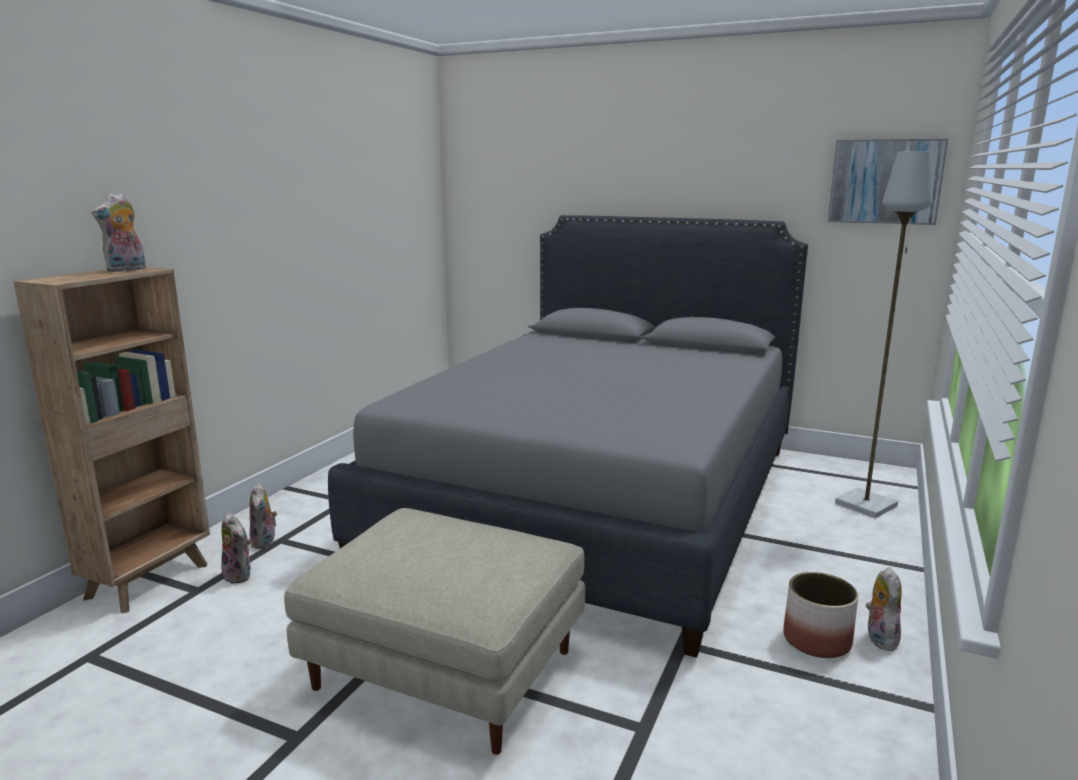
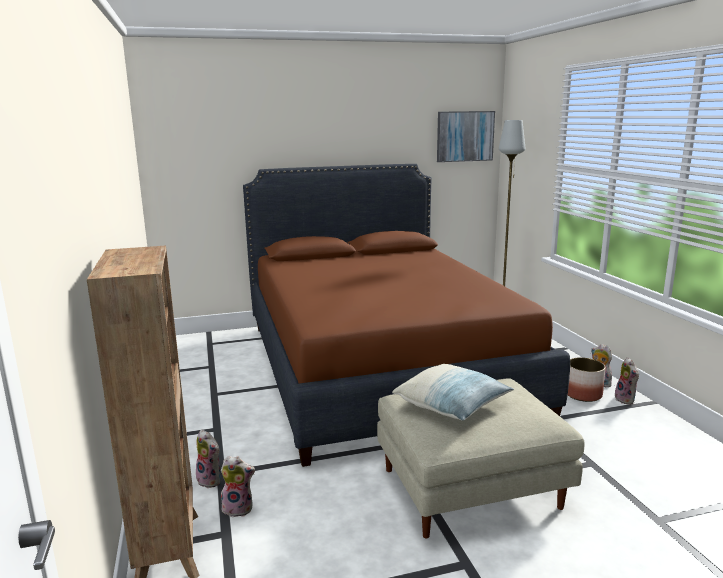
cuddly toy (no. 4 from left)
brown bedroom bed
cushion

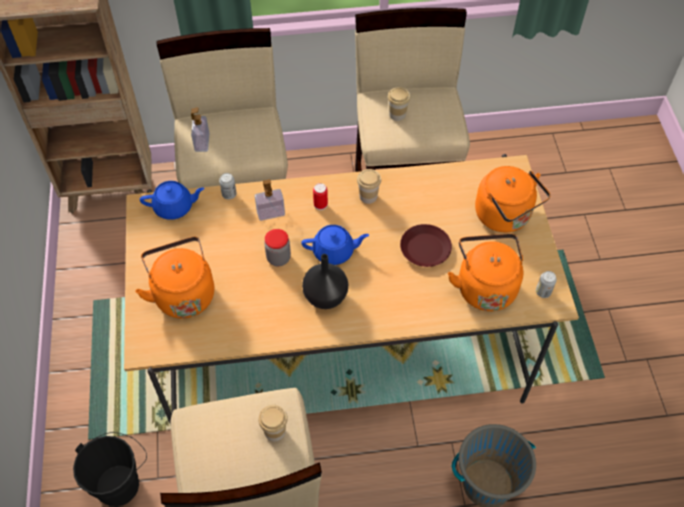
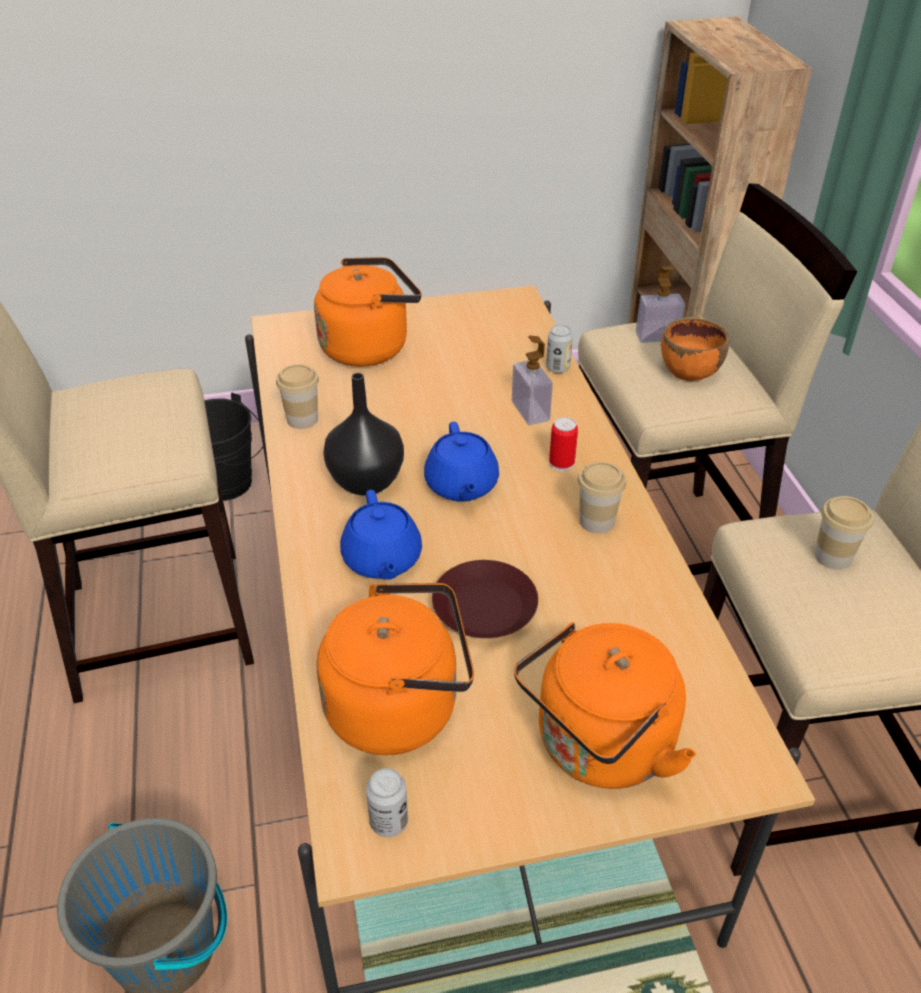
bluish tea pot (no. 1 from left)
drinking cup (no. 1 from left)
preserve jar
orange deep dish

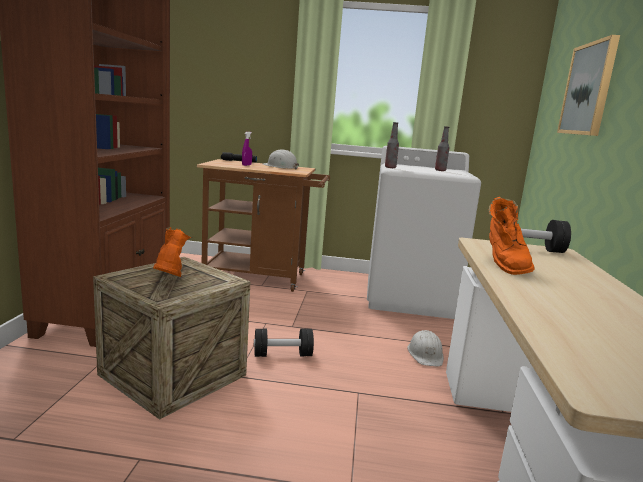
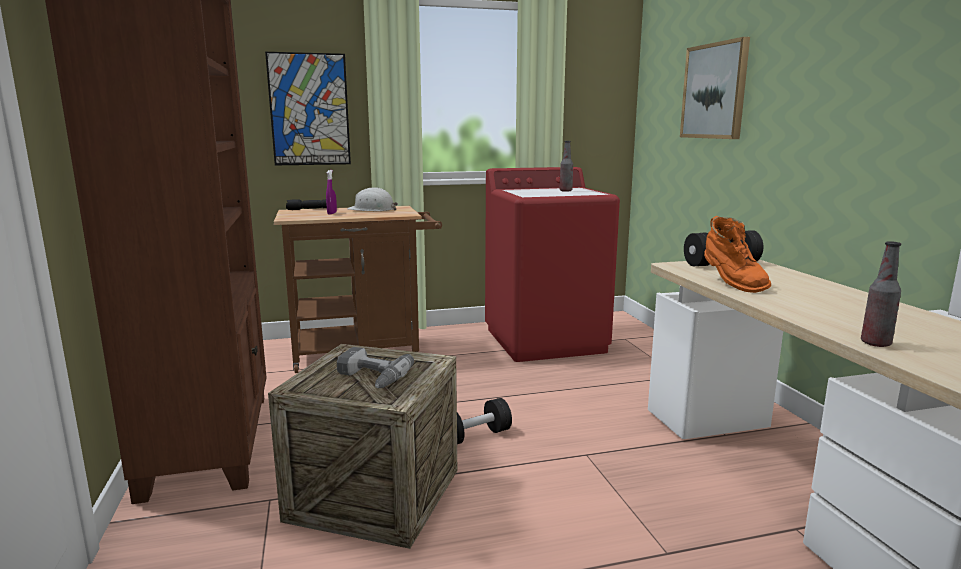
drill
red-coloured laundry machine
bottle (no. 2 from left)
white-coloured hard hat (no. 2 from left in the first image)
picture (no. 1 from left)

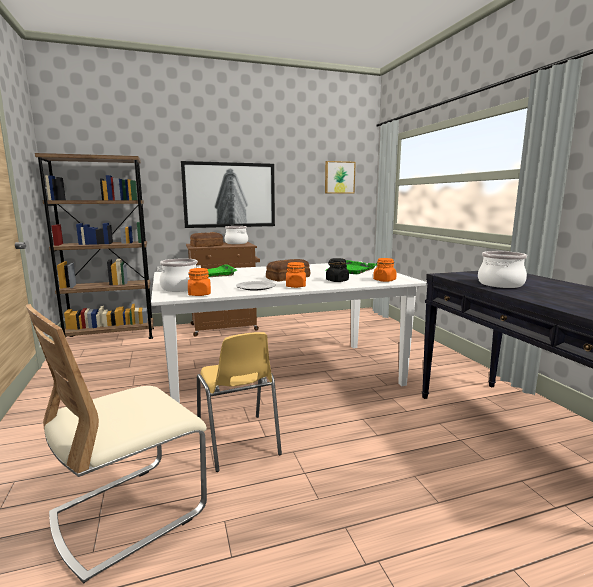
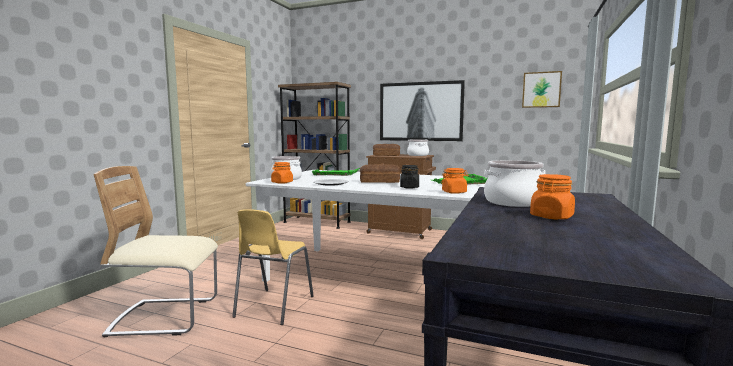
orange preserve jar (no. 3 from left)

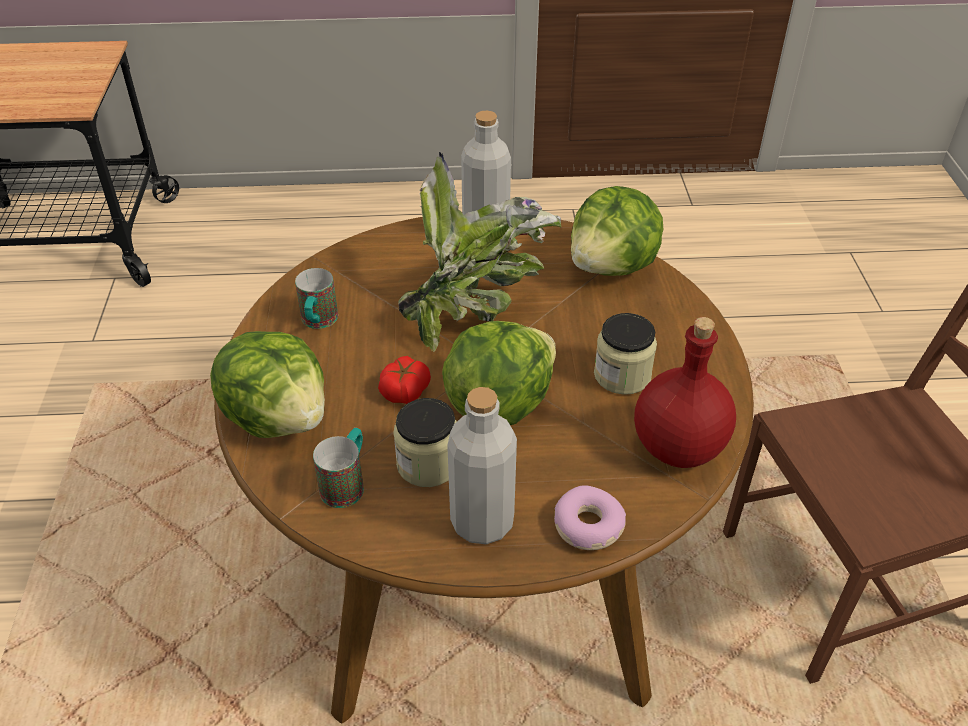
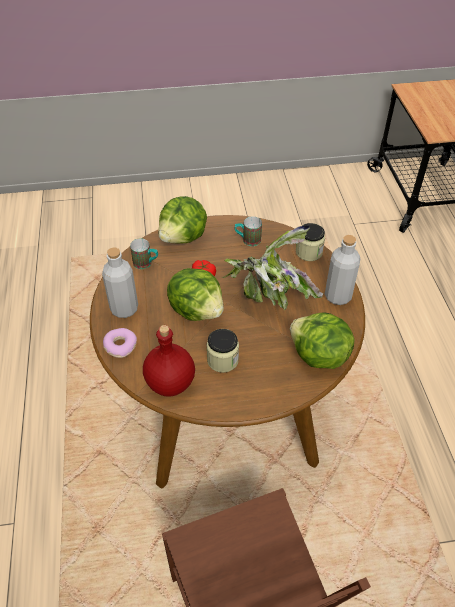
preserve jar (no. 2 from left)

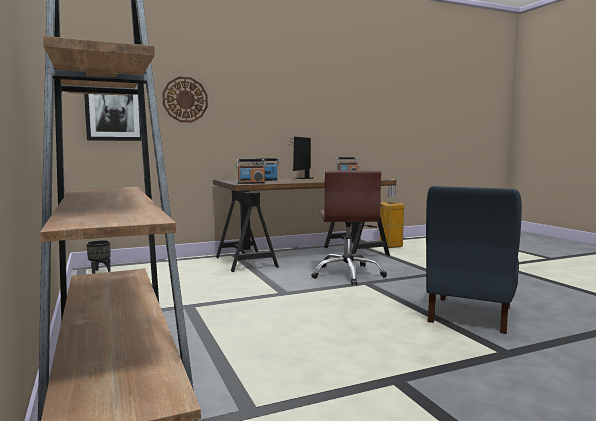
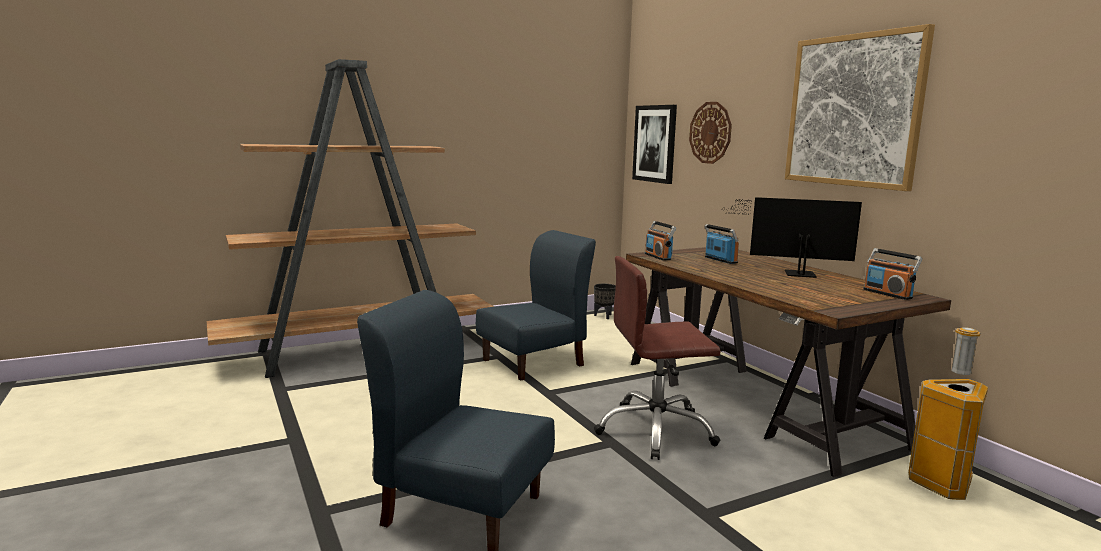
bluish upright chair (no. 2 from left)
picture (no. 2 from left)

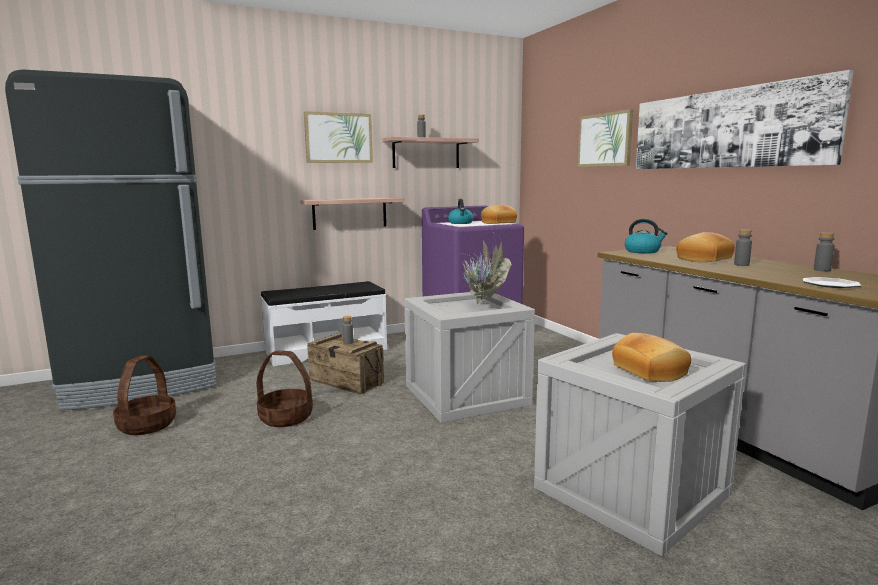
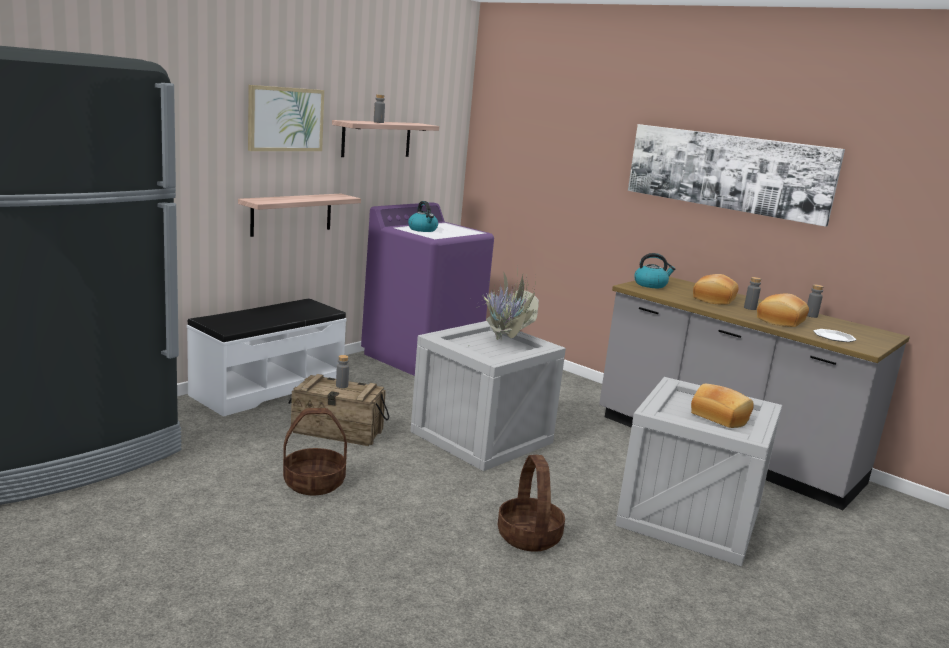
household basket (no. 2 from left)
baked bread (no. 3 from left)
picture (no. 2 from left in the first image)

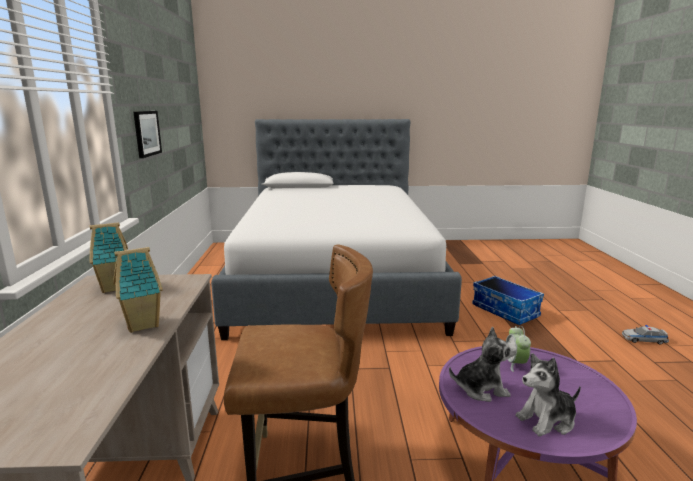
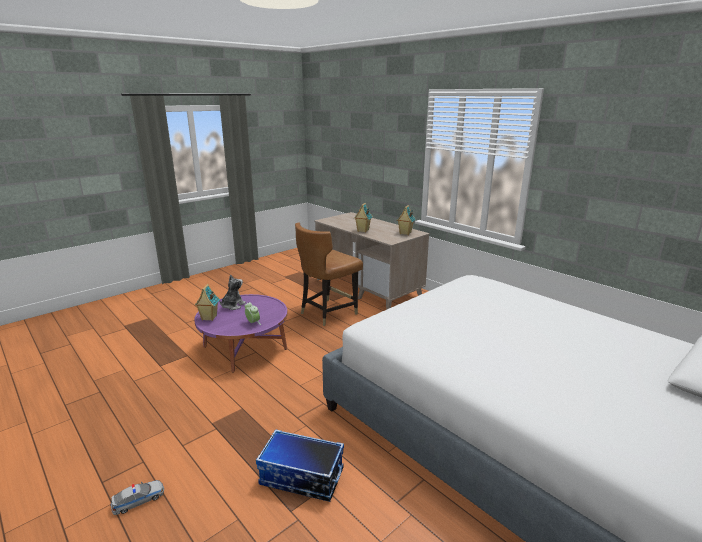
picture
cuddly toy (no. 1 from left in the first image)
miniature house (no. 1 from left)

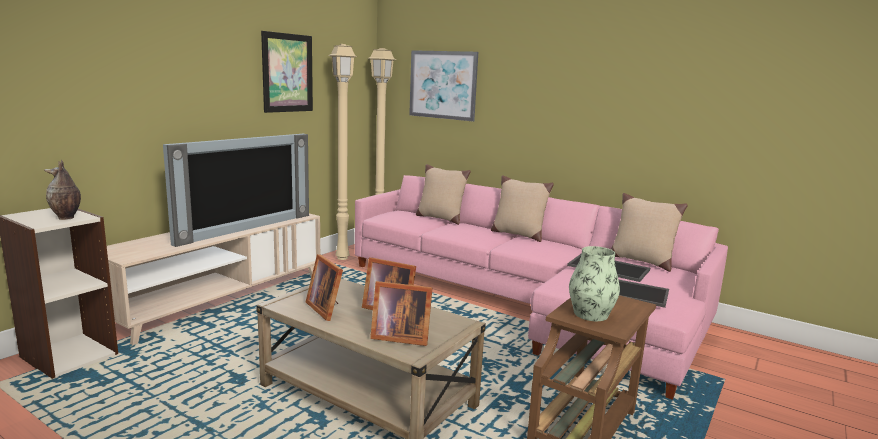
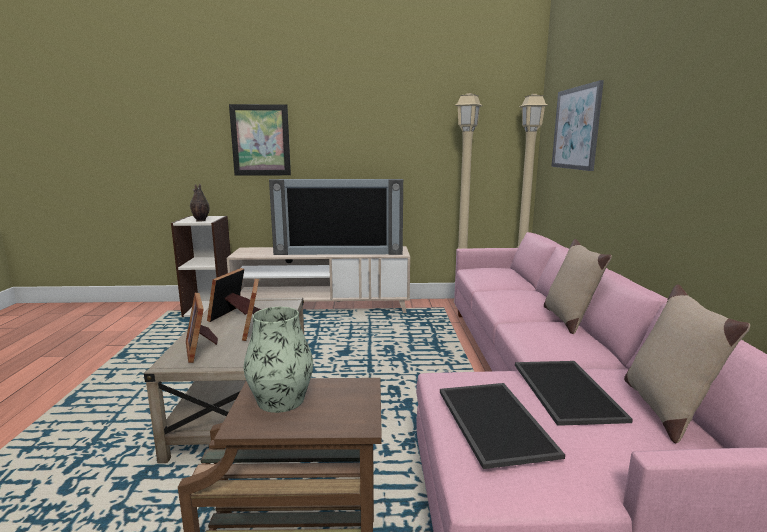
picture (no. 1 from left)
beige-coloured cushion (no. 1 from left in the first image)

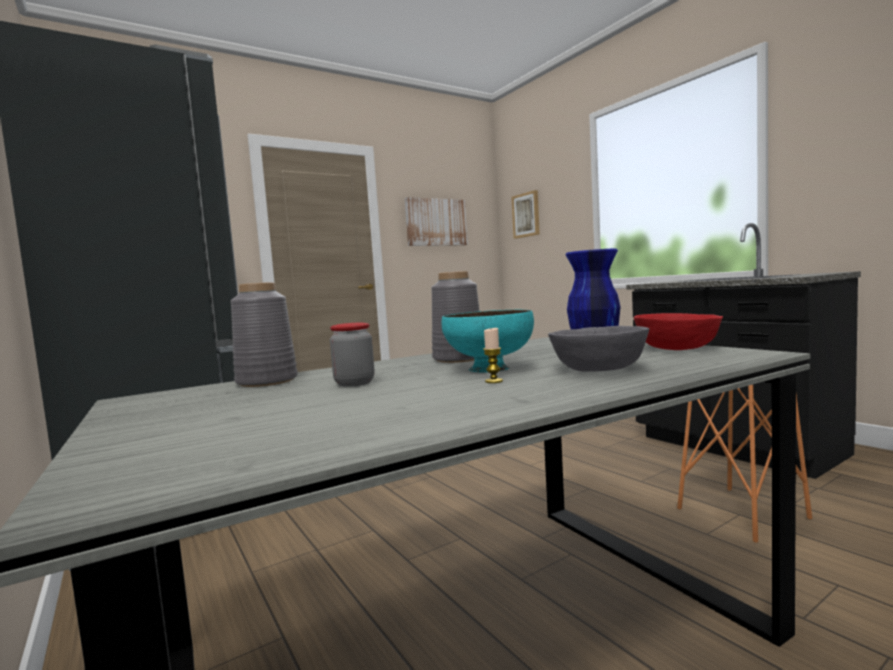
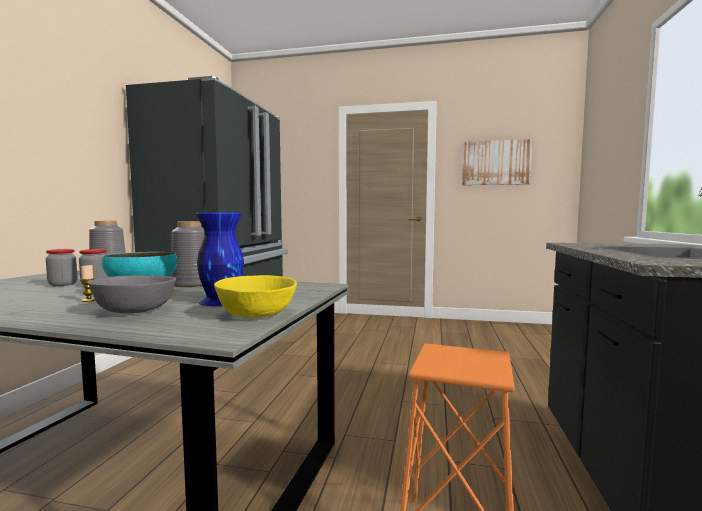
picture (no. 2 from left in the first image)
yellow-coloured deep dish
preserve jar (no. 1 from left)

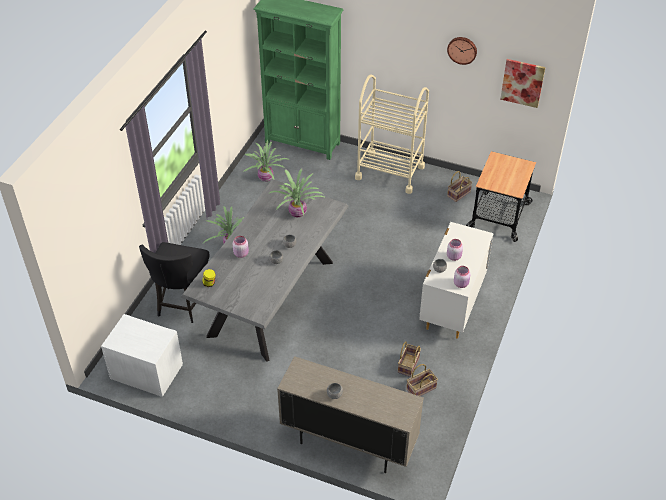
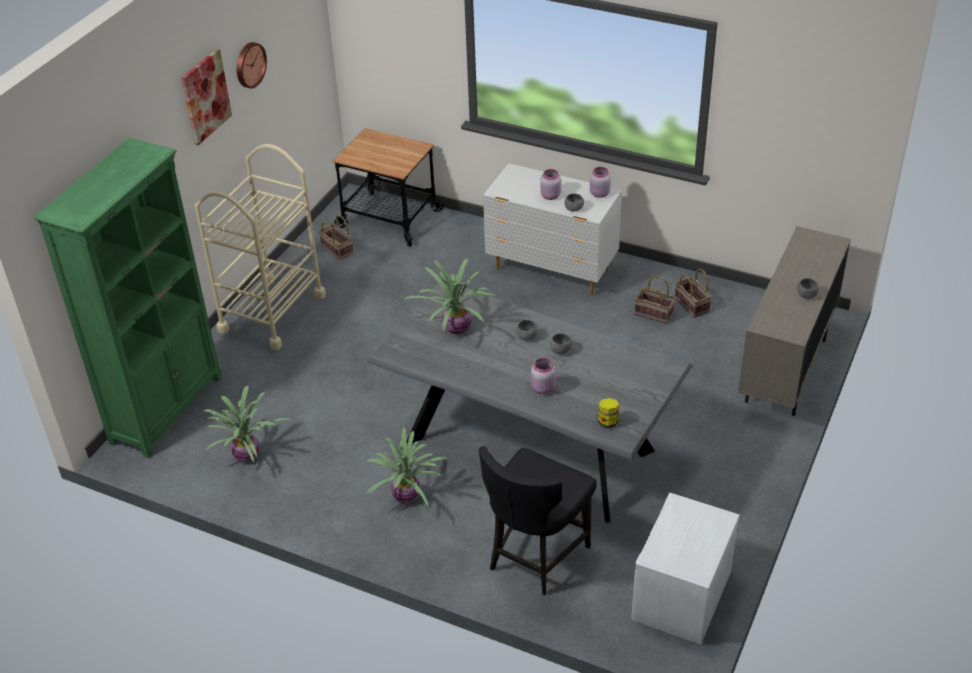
black-coloured upright chair
picture

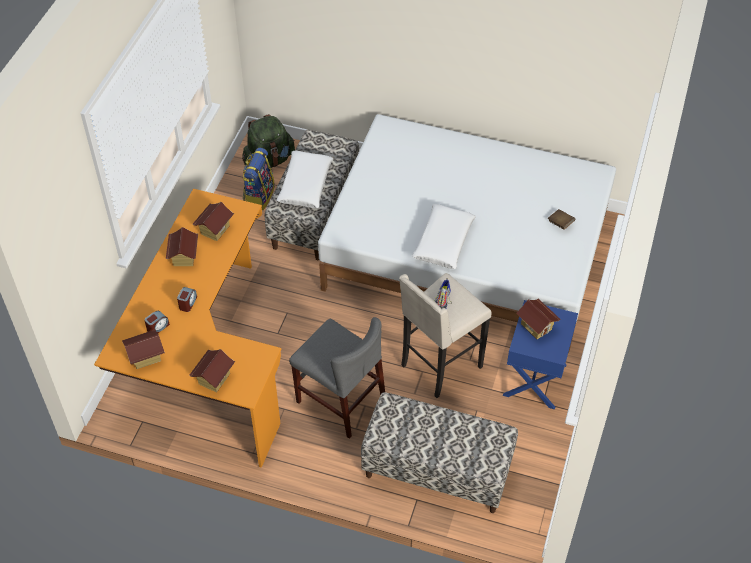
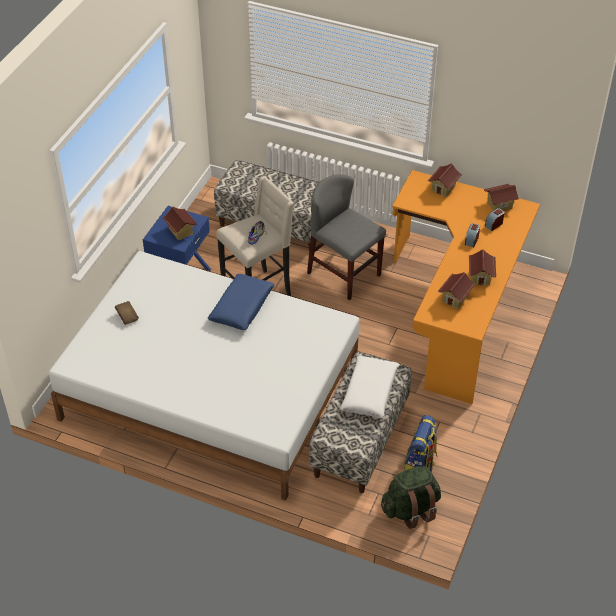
bluish cushion

